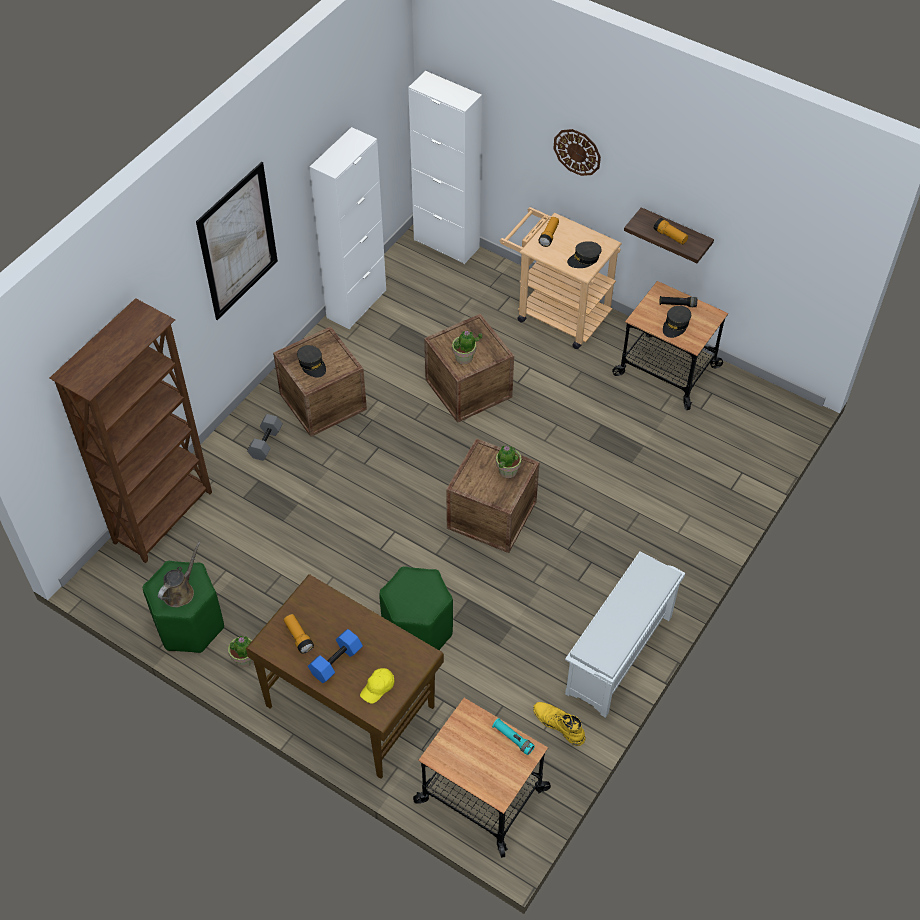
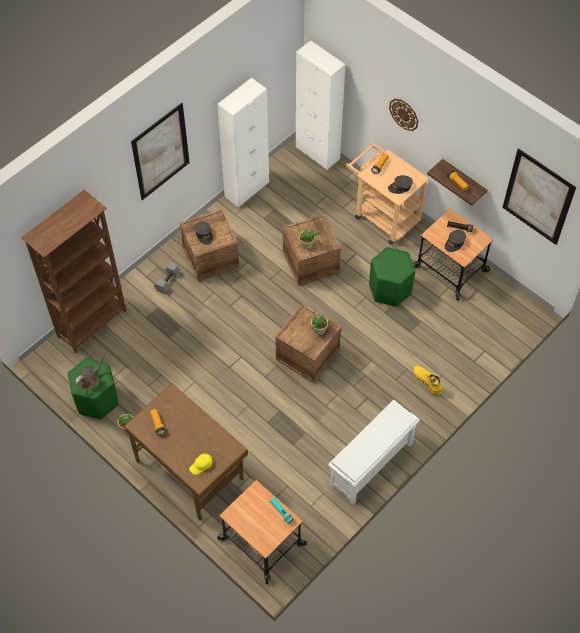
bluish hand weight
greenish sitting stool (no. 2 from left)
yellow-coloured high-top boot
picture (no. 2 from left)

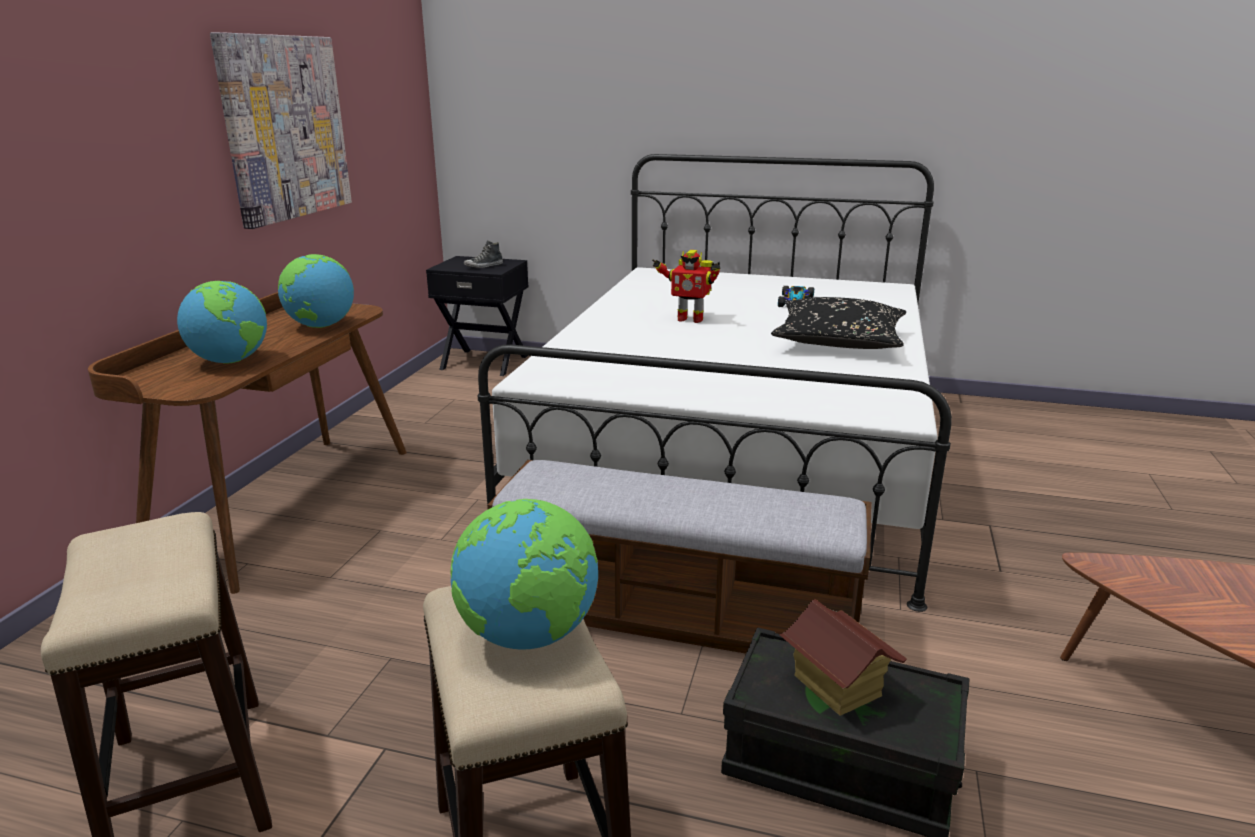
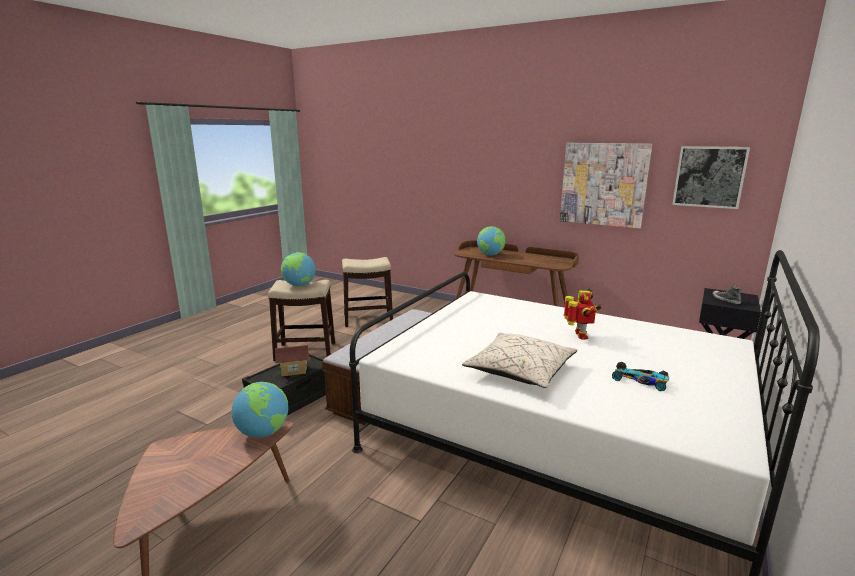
world globe (no. 1 from left)
toy robot
beige-coloured cushion
picture (no. 2 from left)

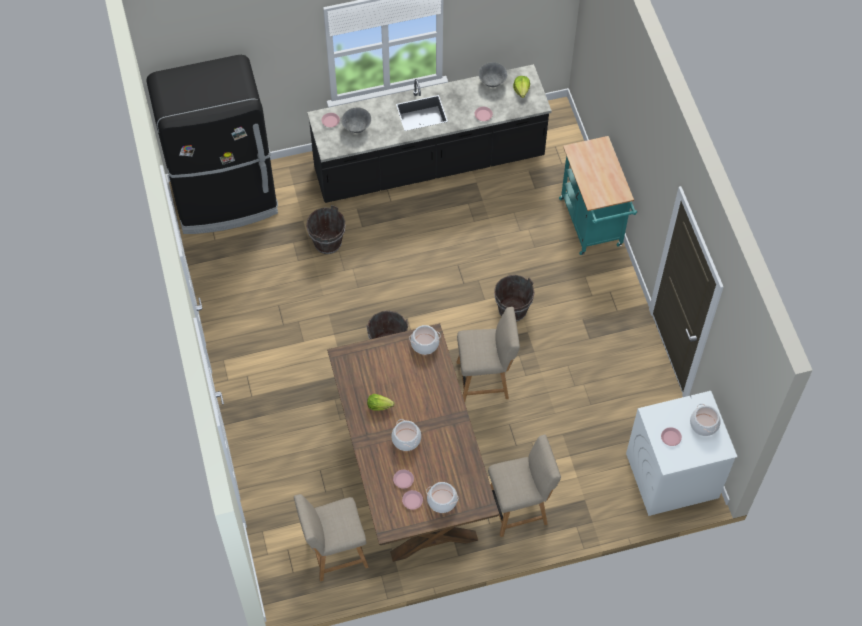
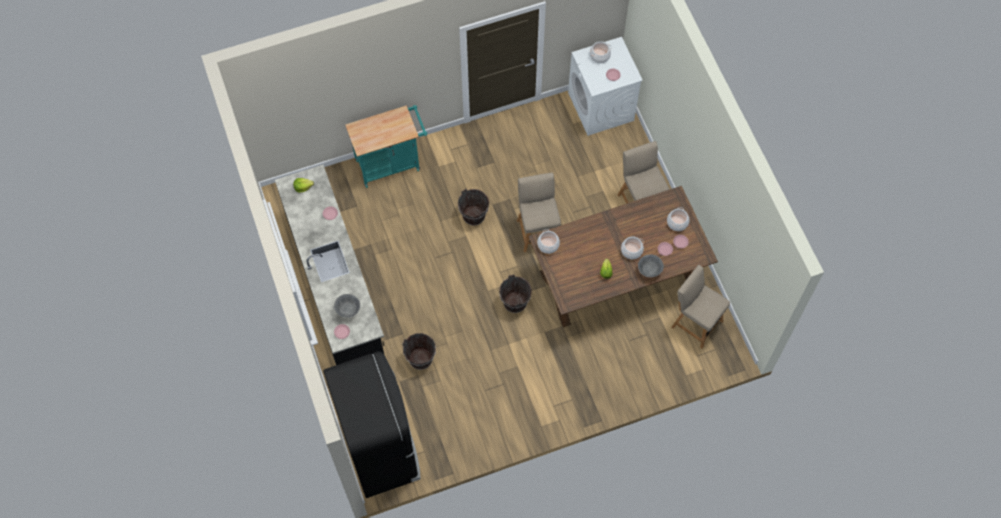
beige-coloured upright chair (no. 3 from left)
greyish deep dish (no. 2 from left)

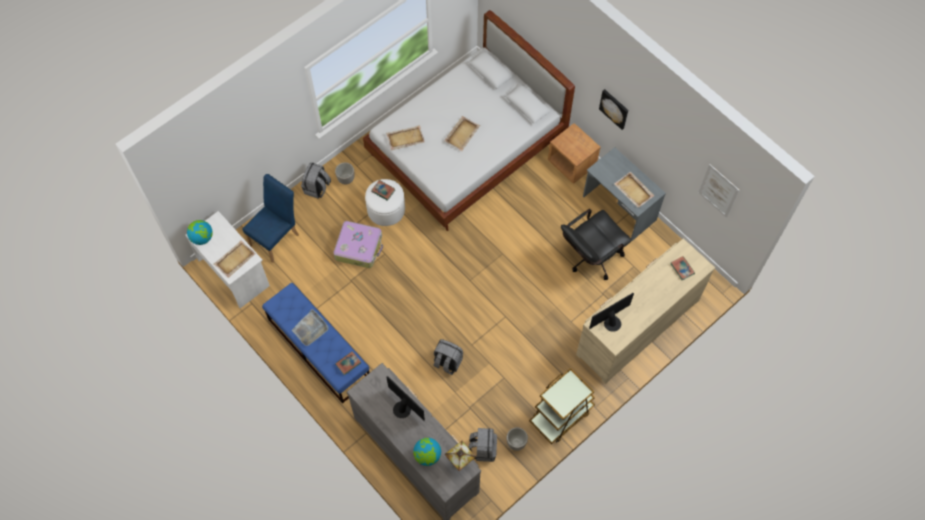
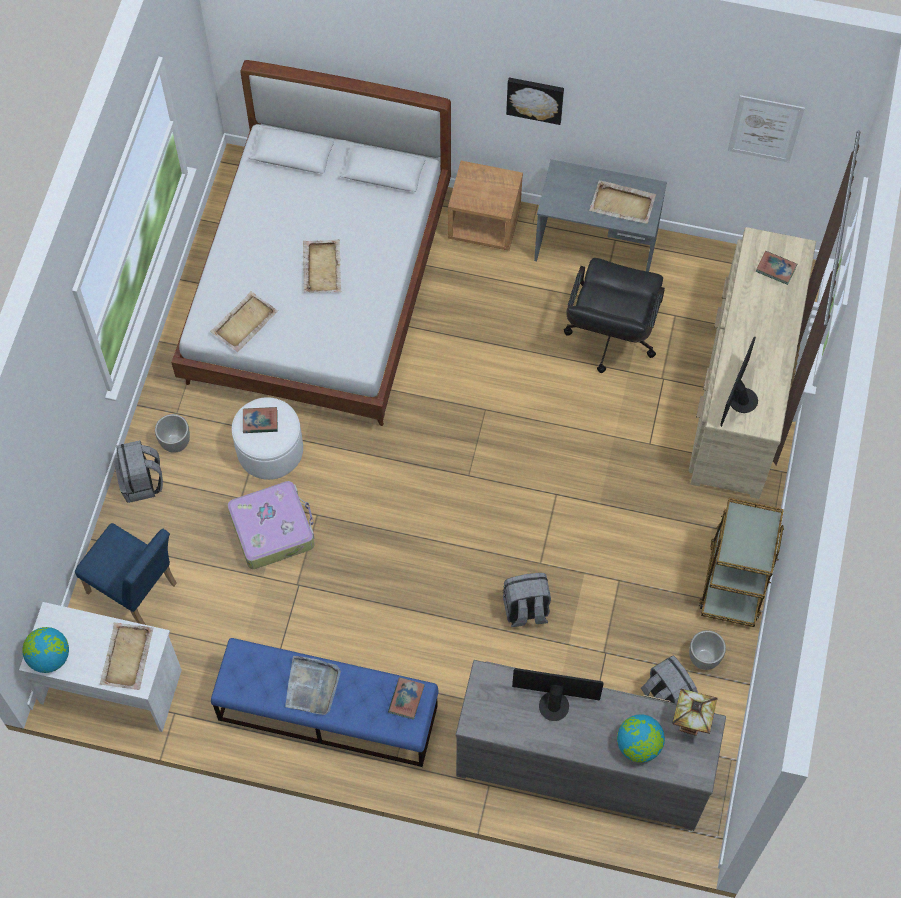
bluish upright chair

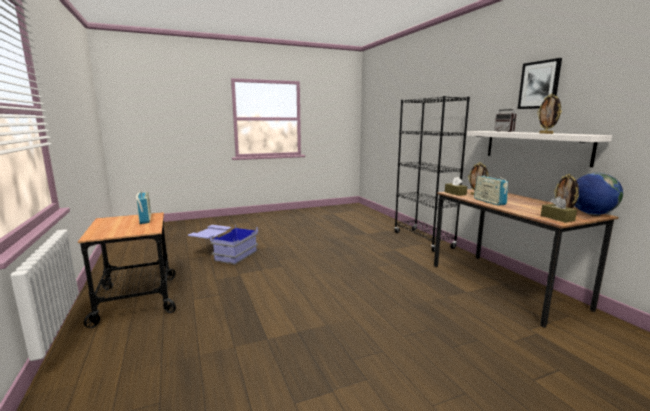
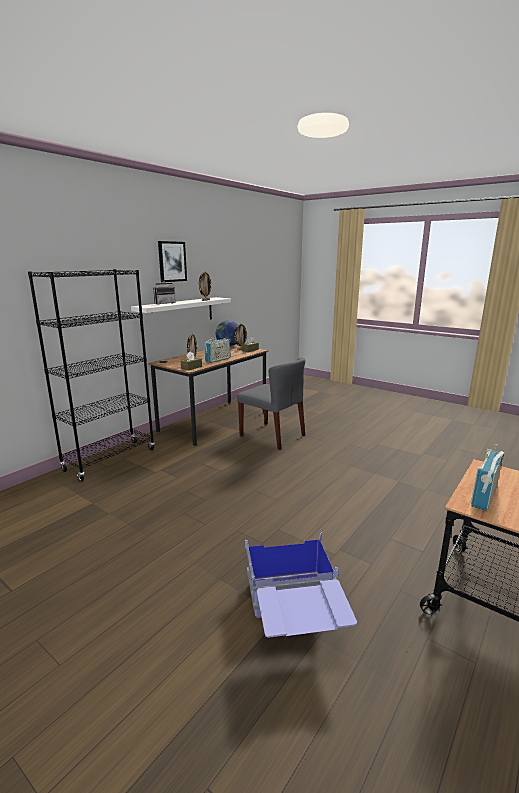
greyish upright chair

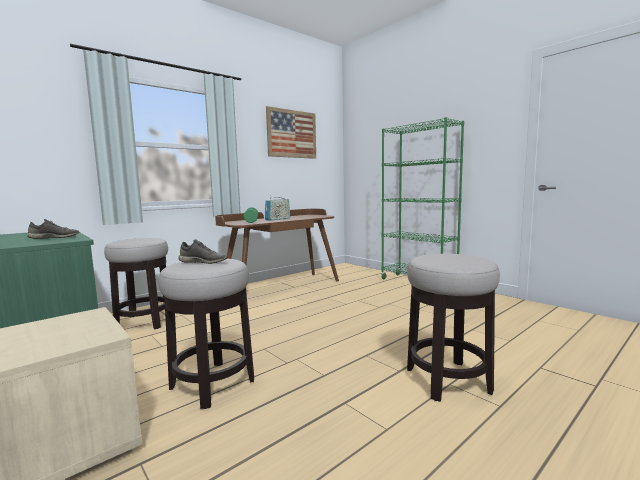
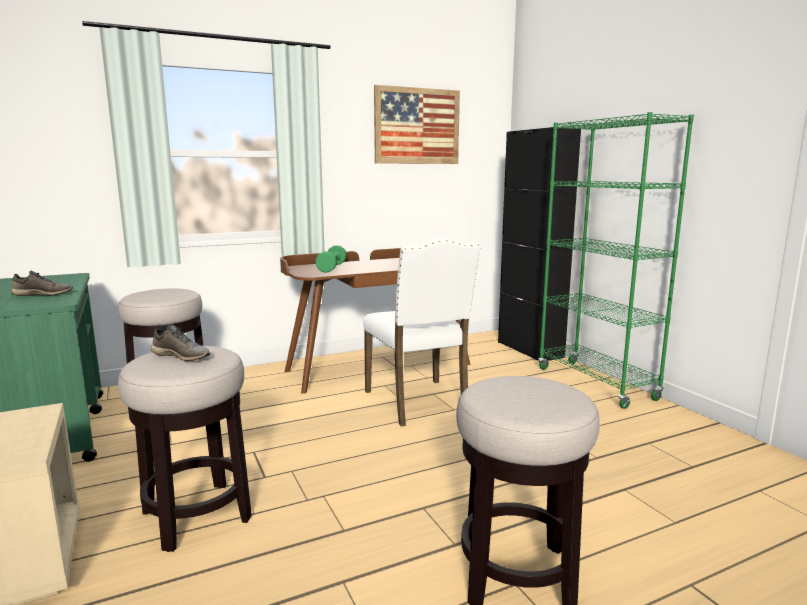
radio
white-coloured upright chair
black-coloured cupboard

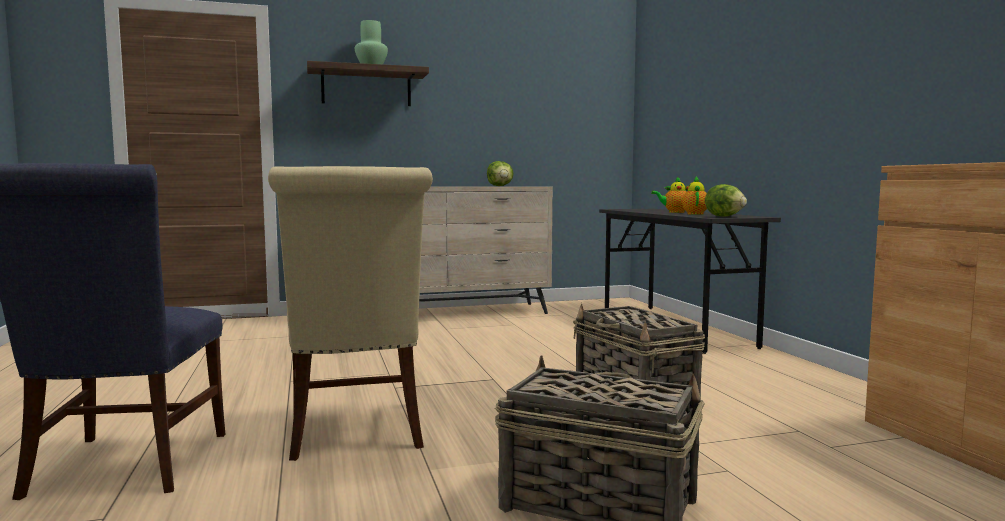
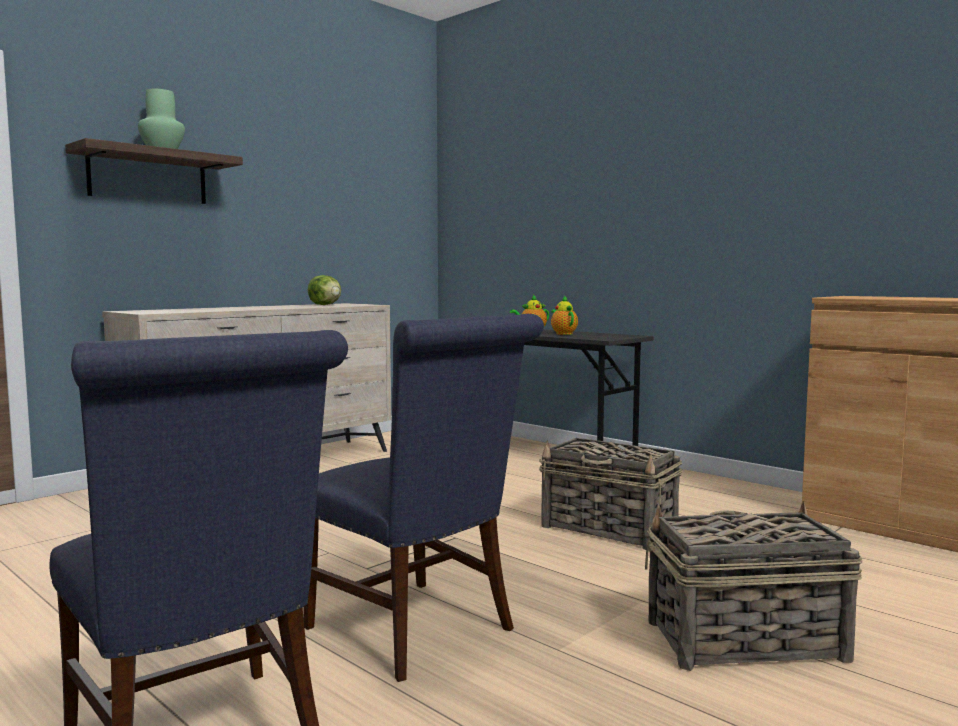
bluish upright chair (no. 2 from left)
head of lettuce (no. 2 from left in the first image)

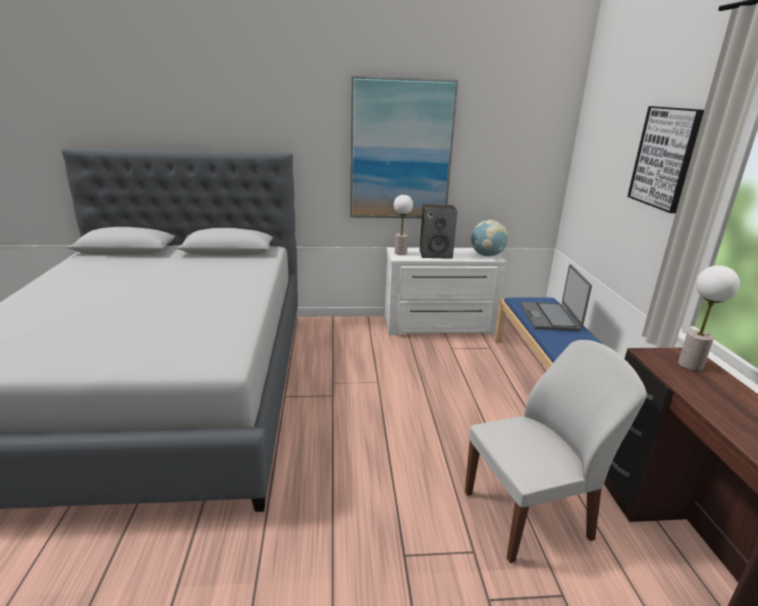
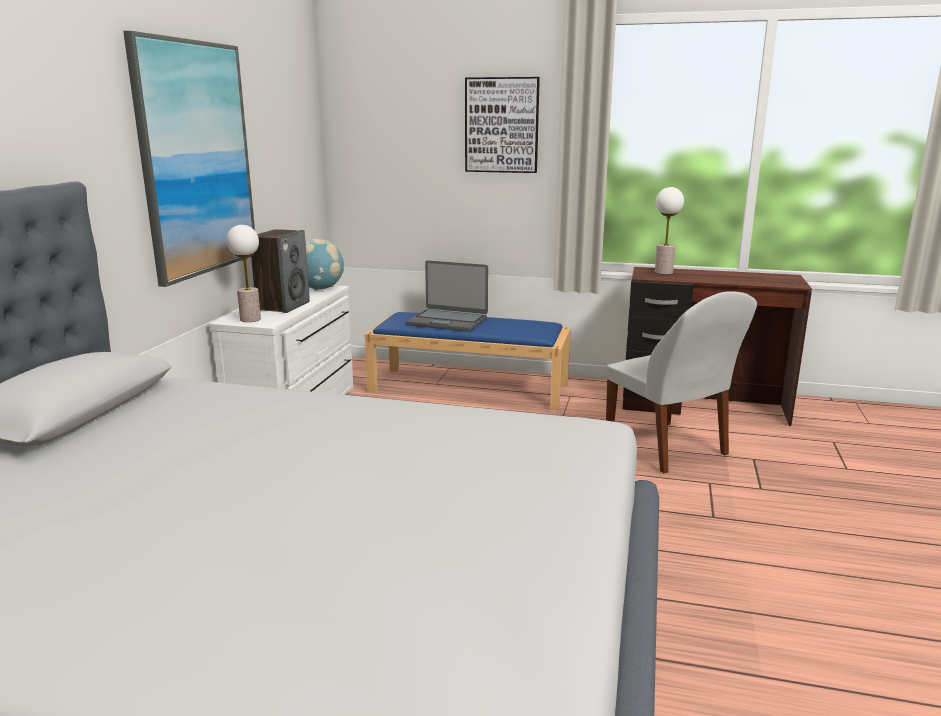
white-coloured upright chair

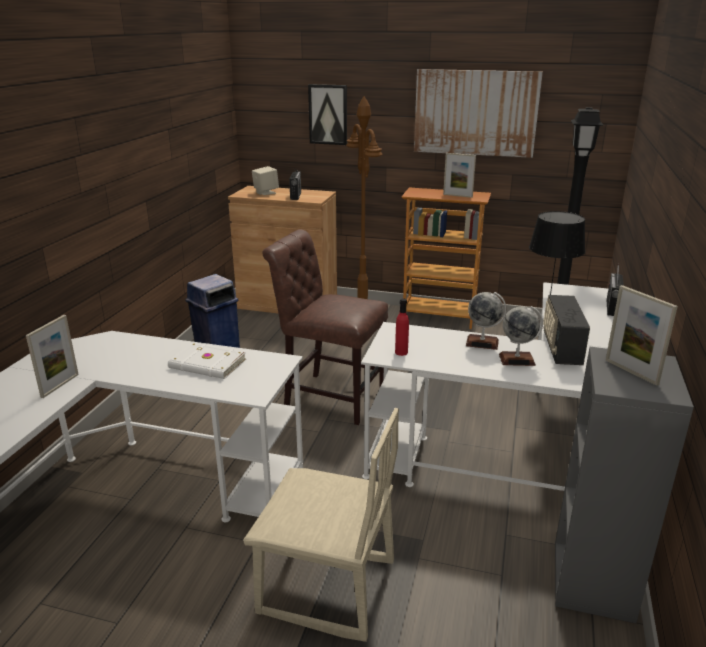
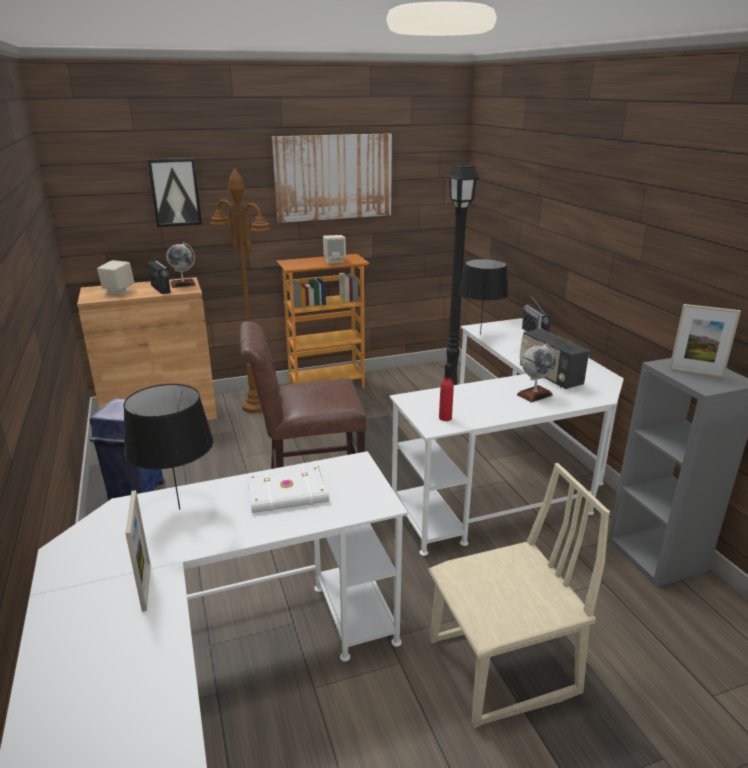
beige-coloured loudspeaker (no. 2 from left)
world globe (no. 1 from left)
black-coloured table lamp (no. 1 from left)

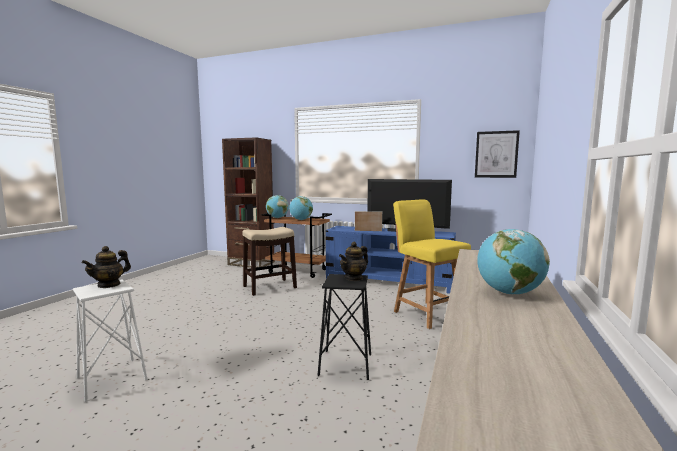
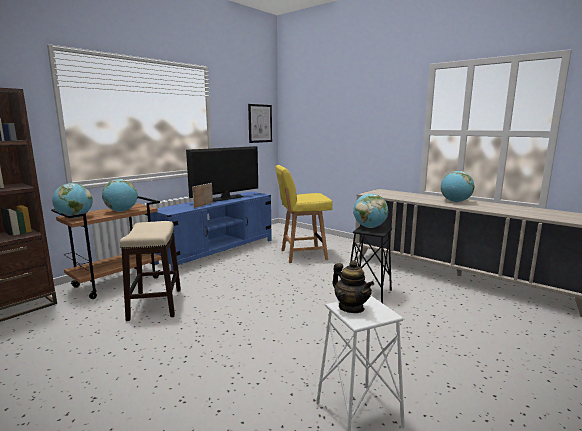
world globe (no. 3 from left)

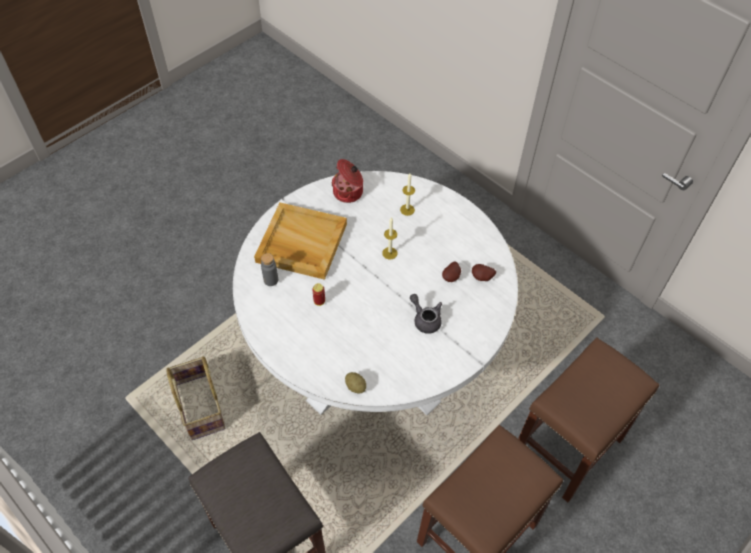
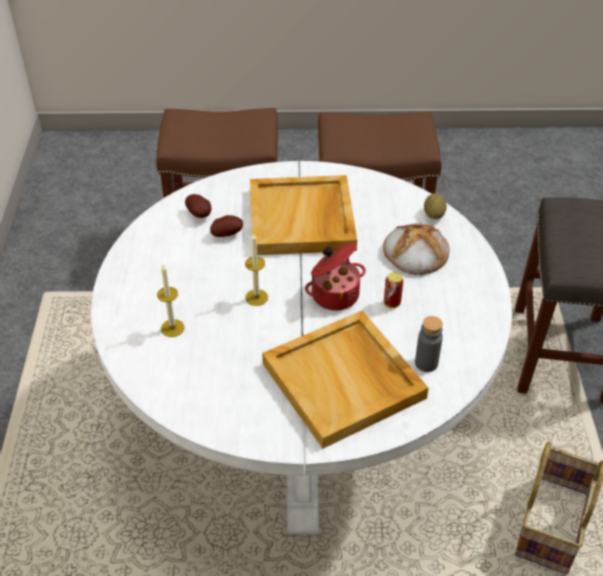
cooking pot
beige-coloured serving tray (no. 1 from left)
baked bread

